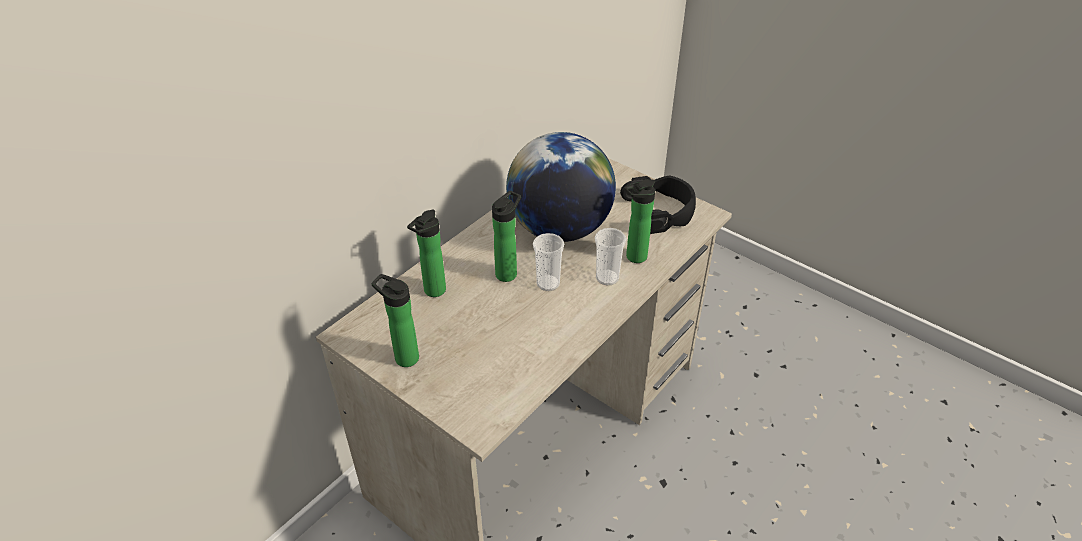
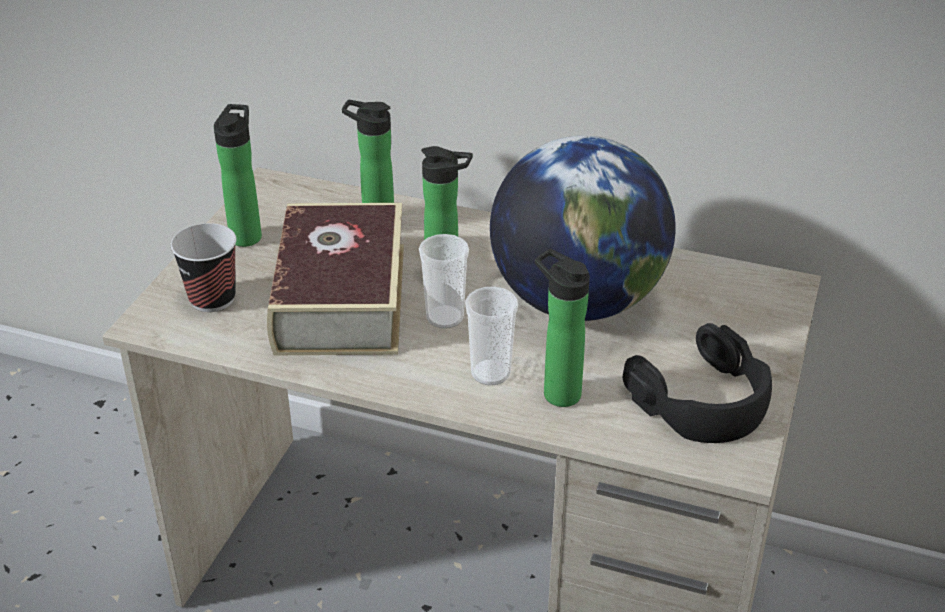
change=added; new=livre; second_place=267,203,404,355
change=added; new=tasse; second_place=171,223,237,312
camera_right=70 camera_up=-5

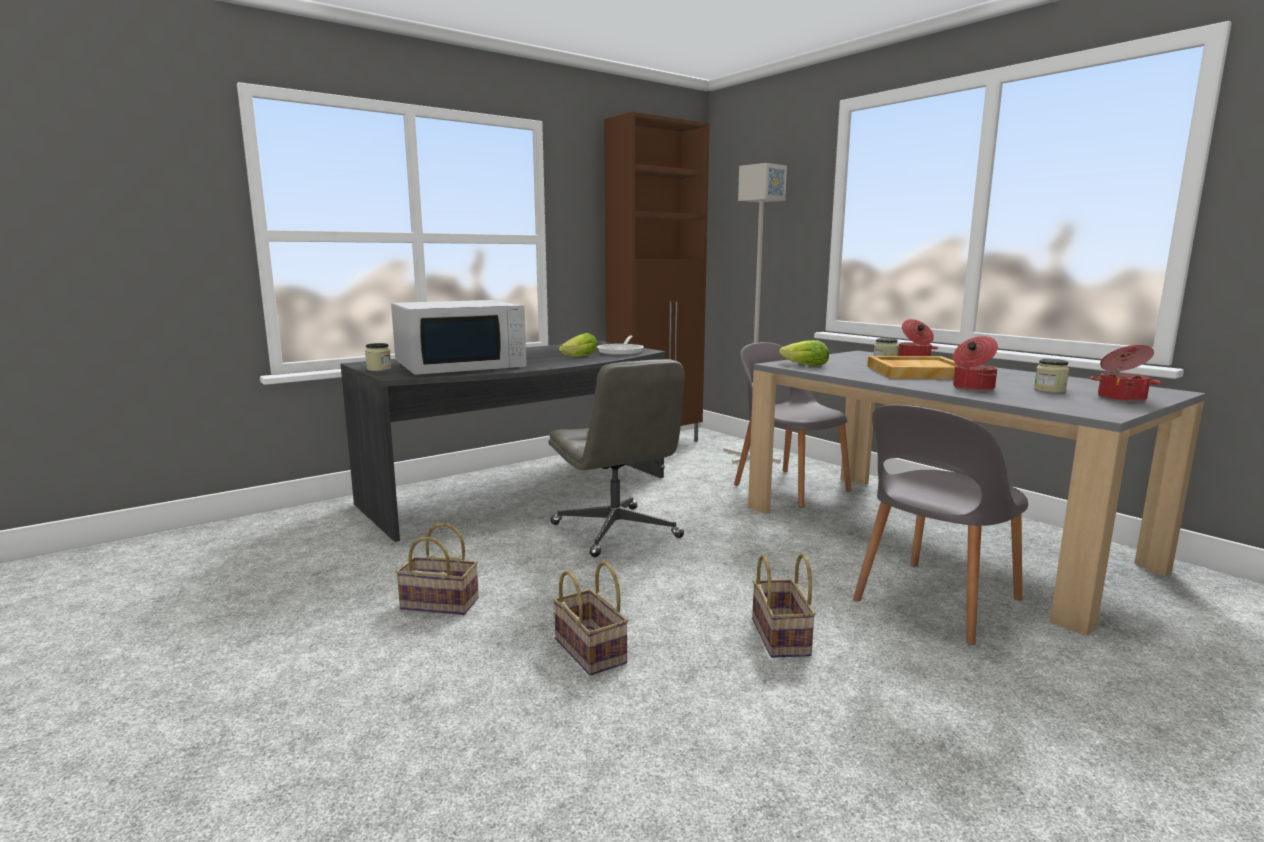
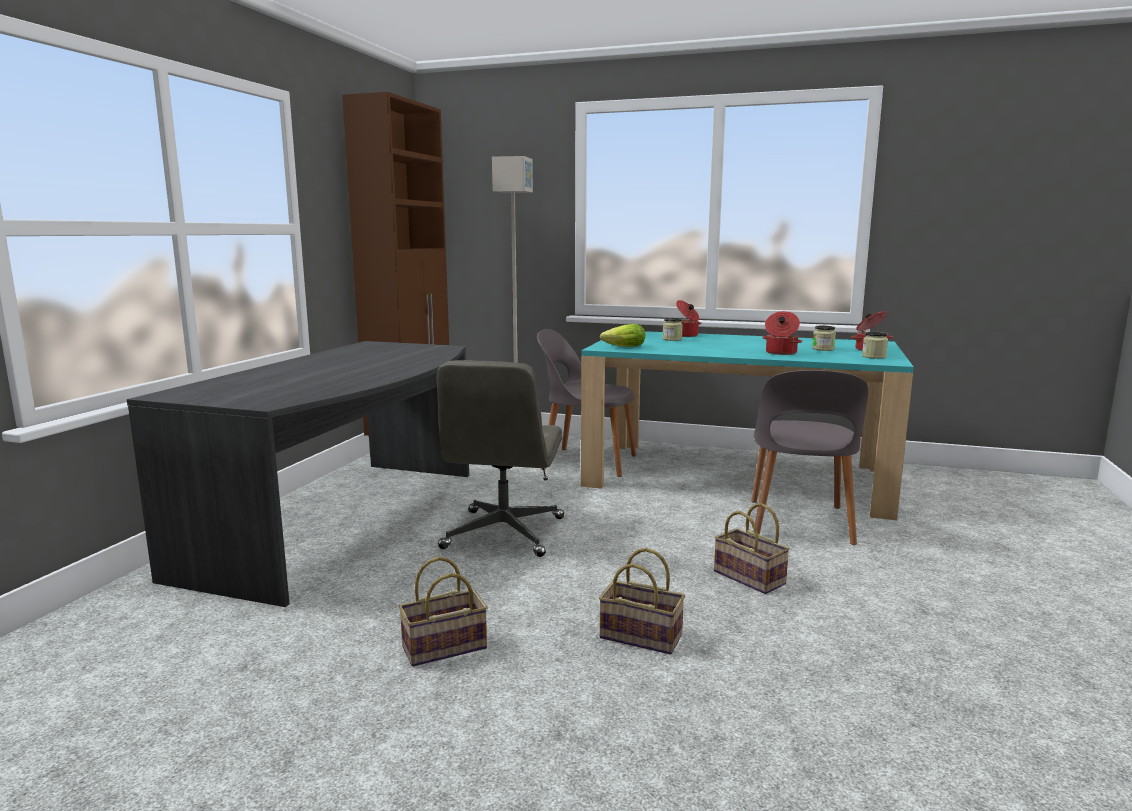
change=removed; old=micro-ondes [blanc]; first_place=391,300,527,375
change=removed; old=laitue; first_place=559,333,597,357
change=removed; old=poêle; first_place=597,335,644,355
change=moved; old=bocal; first_place=365,343,391,371; second_place=862,332,888,359
change=recoloured; old=table à manger [gris]; new=table à manger [turquoise]; first_place=748,351,1206,636; second_place=581,331,914,520
change=removed; old=plateau [beige]; first_place=867,356,957,379
change=turned; old=chaise de bureau [gris]; first_place=548,359,684,557; second_place=437,360,564,557; degrees=75
camera_right=-35 camera_up=0

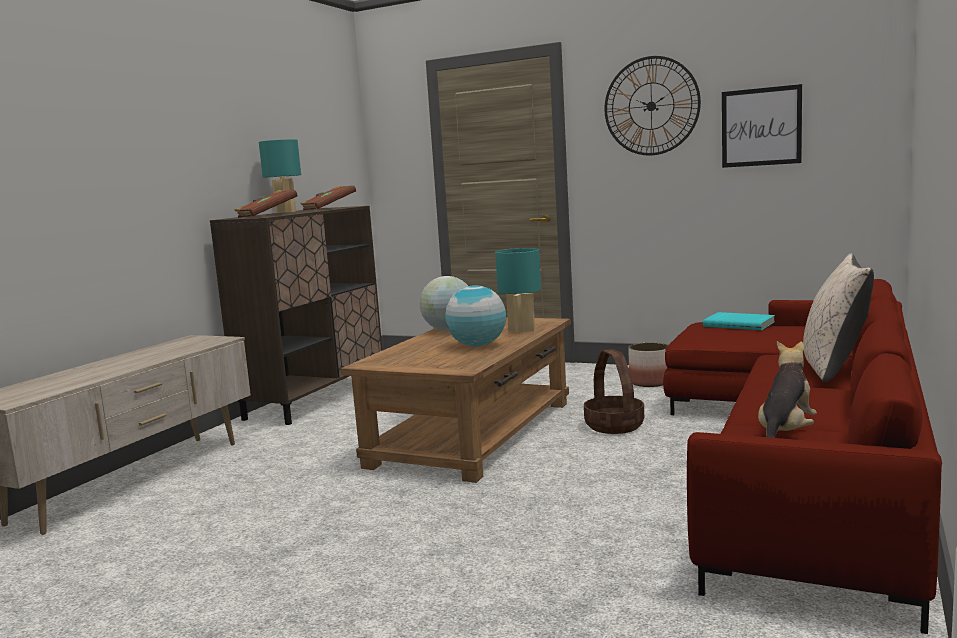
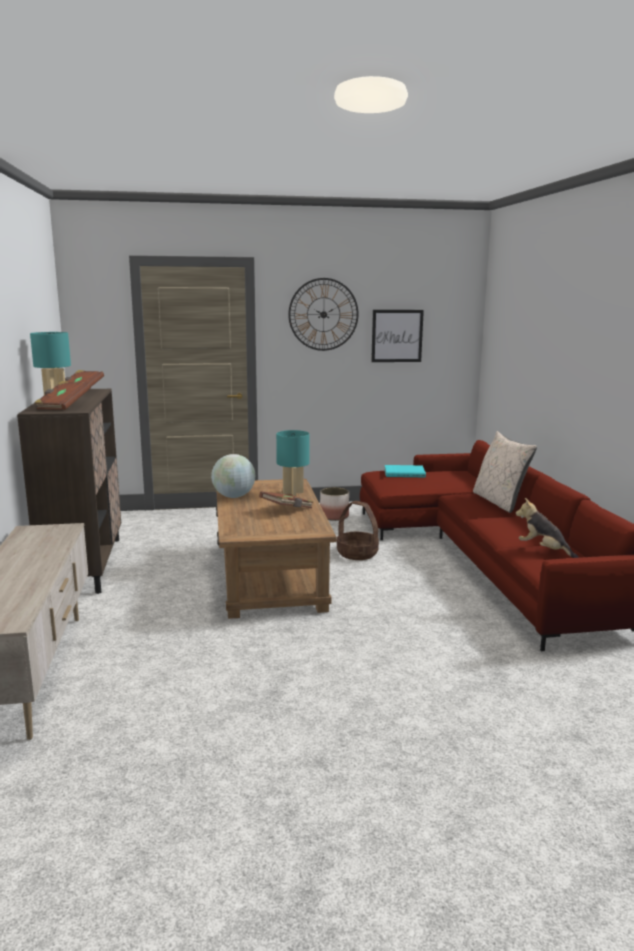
change=replaced; old=globe; new=livre [marron]; first_place=445,285,506,347; second_place=259,492,314,508
change=turned; old=peluche; first_place=758,341,817,438; second_place=516,498,579,558; degrees=-45
camera_right=-35 camera_up=5

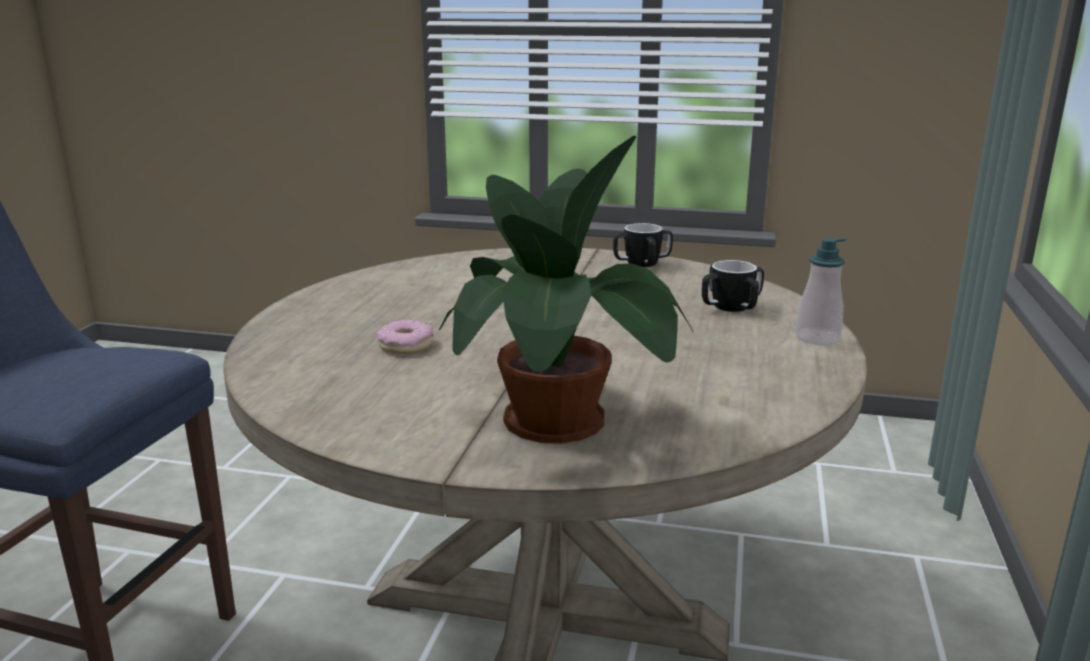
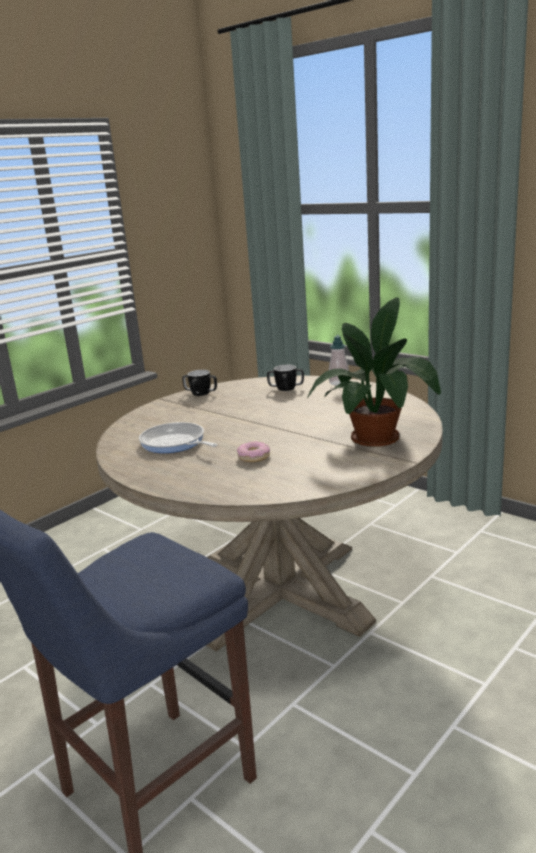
change=added; new=poêle; second_place=139,422,217,453
camera_right=-60 camera_up=0

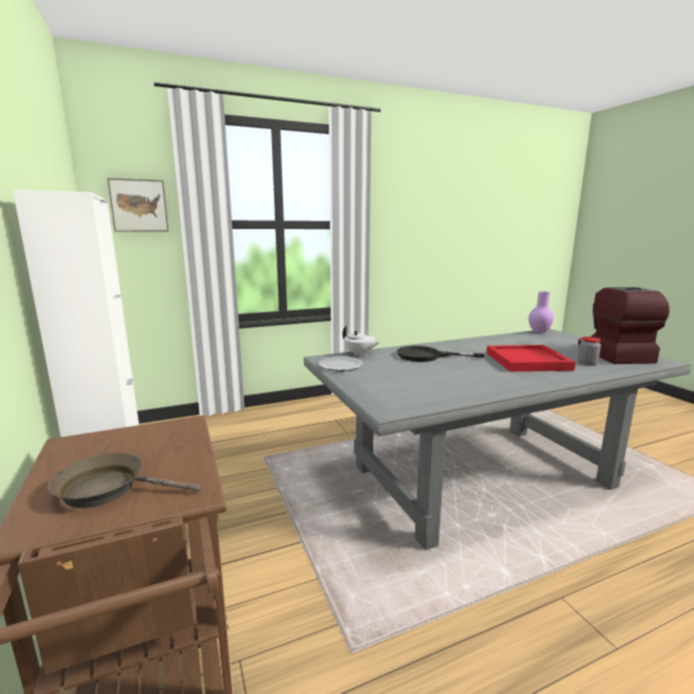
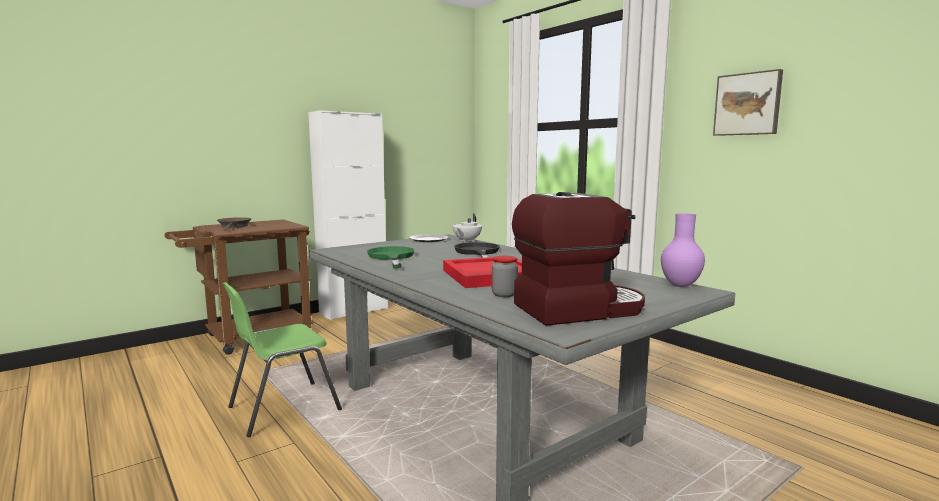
change=moved; old=tableau; first_place=107,178,169,231; second_place=713,69,783,136
change=added; new=poêle [vert]; second_place=367,246,415,268
change=added; new=chaise [vert]; second_place=222,282,342,437
camera_right=75 camera_up=-5

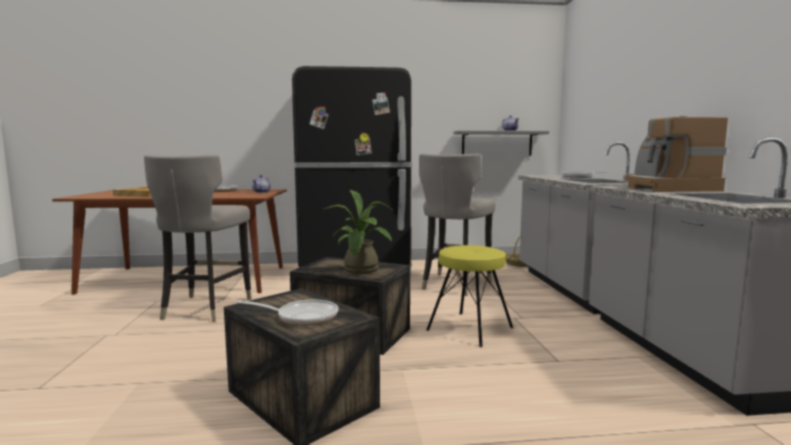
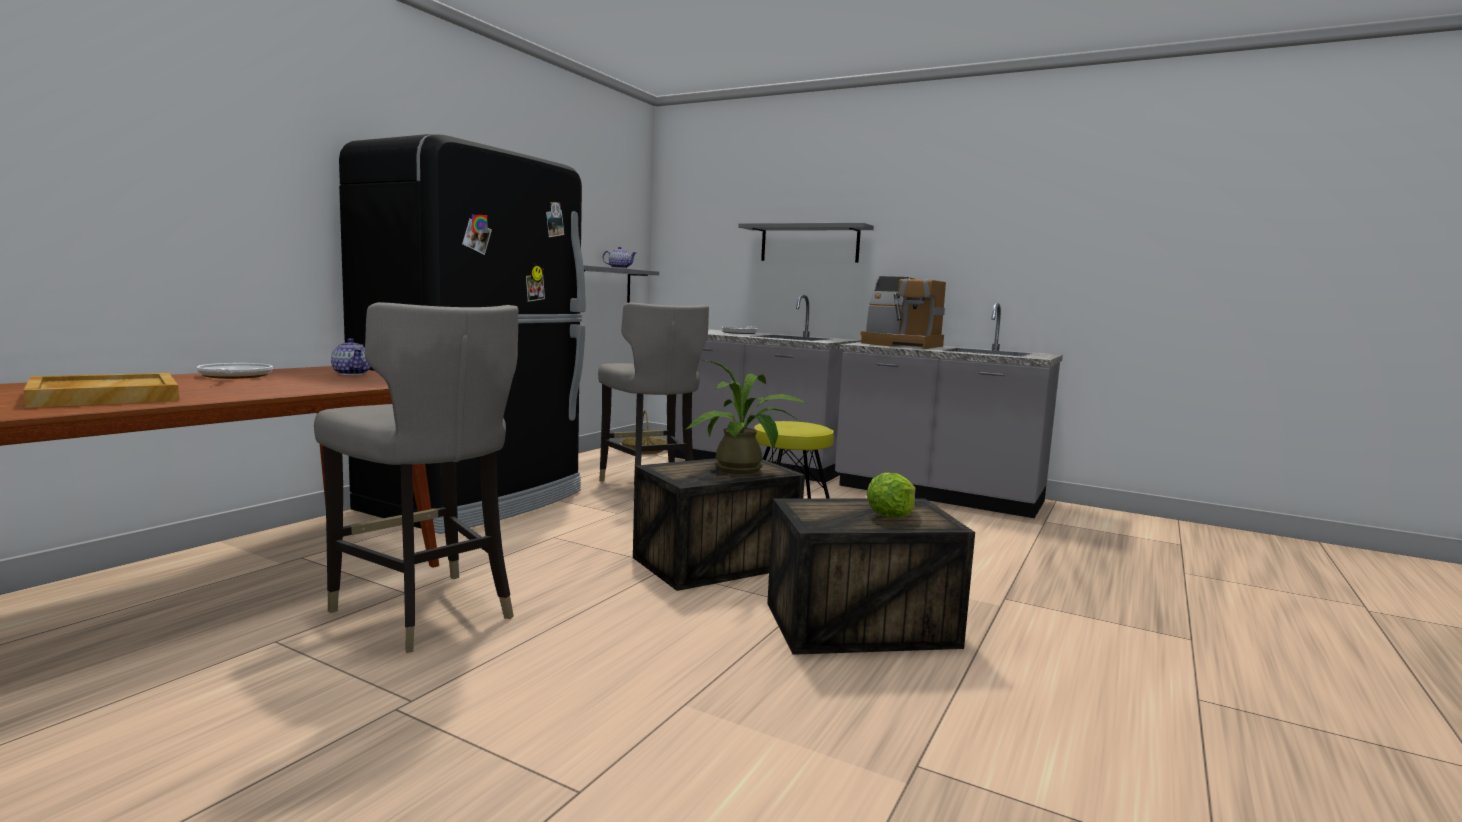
change=replaced; old=poêle; new=laitue; first_place=237,300,338,326; second_place=867,473,916,518
change=added; new=étagère [gris]; second_place=738,223,874,263
camera_right=-55 camera_up=0

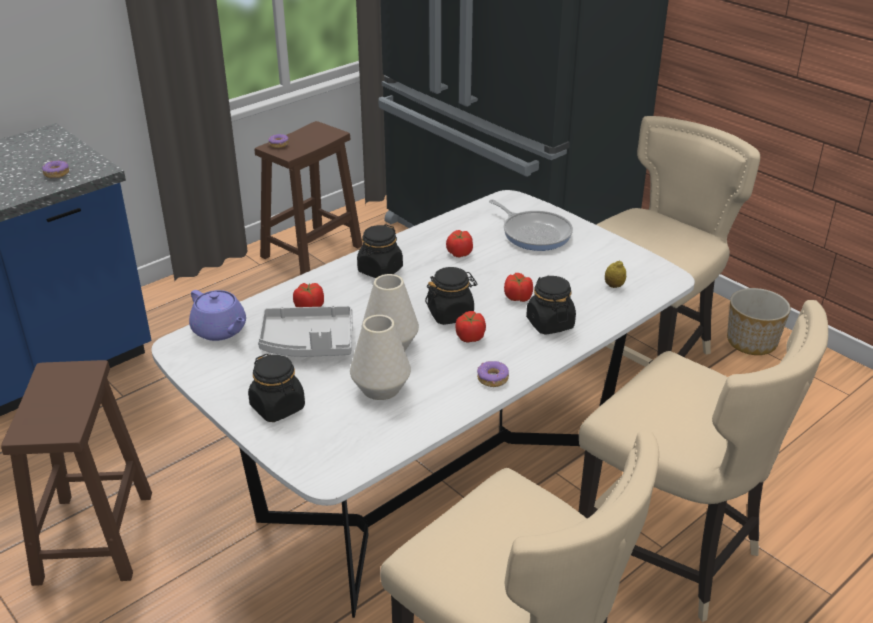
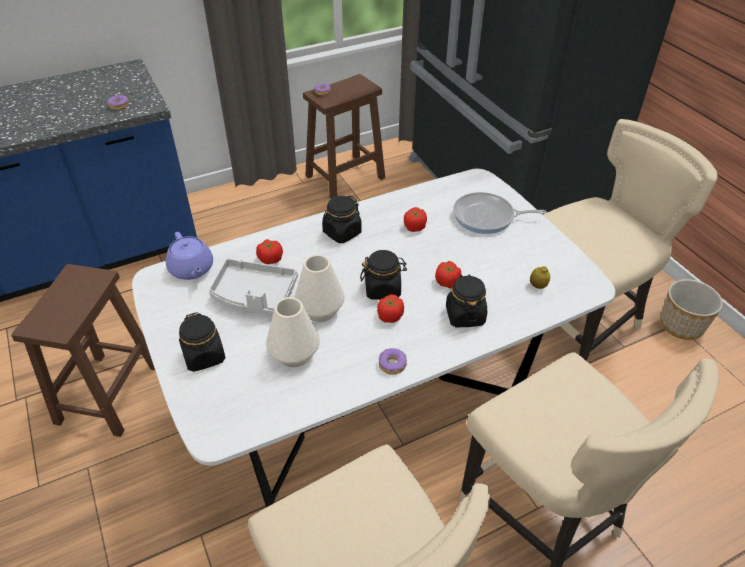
change=turned; old=poêle; first_place=489,200,573,251; second_place=453,192,547,234; degrees=120
camera_right=15 camera_up=10

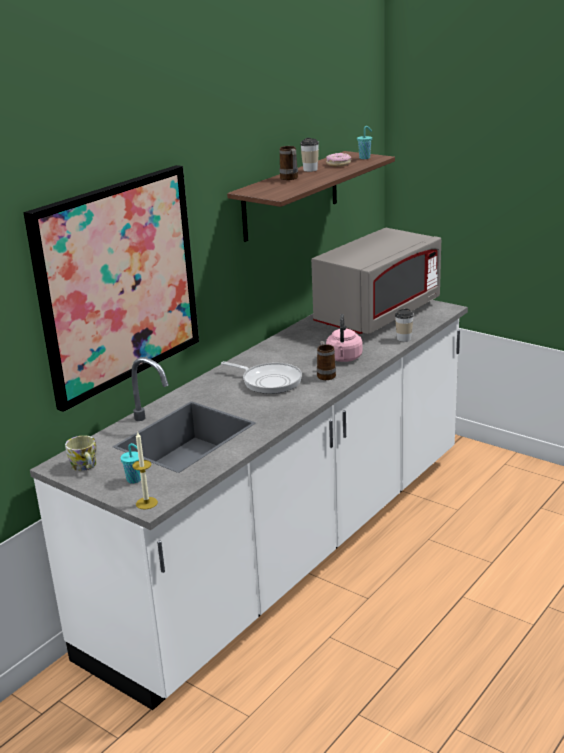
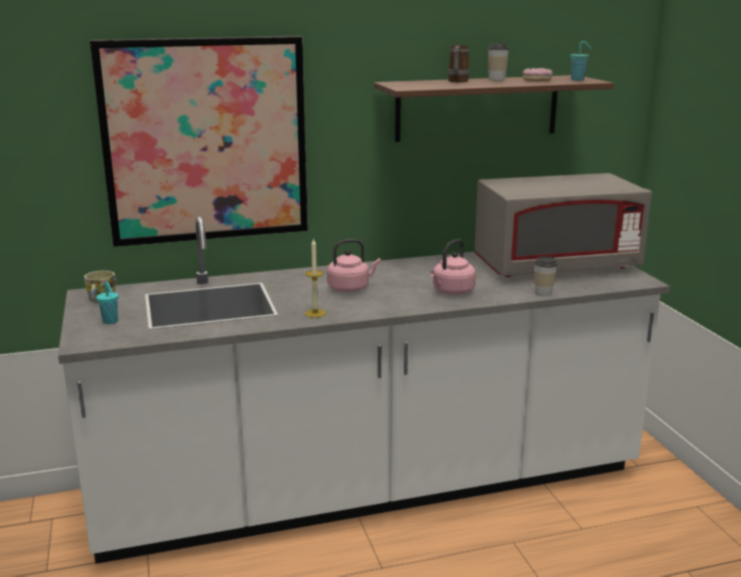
change=removed; old=mug; first_place=317,341,336,380
change=replaced; old=poêle; new=bouilloire [rose]; first_place=221,361,302,394; second_place=327,239,381,292
change=moved; old=bougie; first_place=132,431,158,509; second_place=305,238,326,318
camera_right=35 camera_up=-5

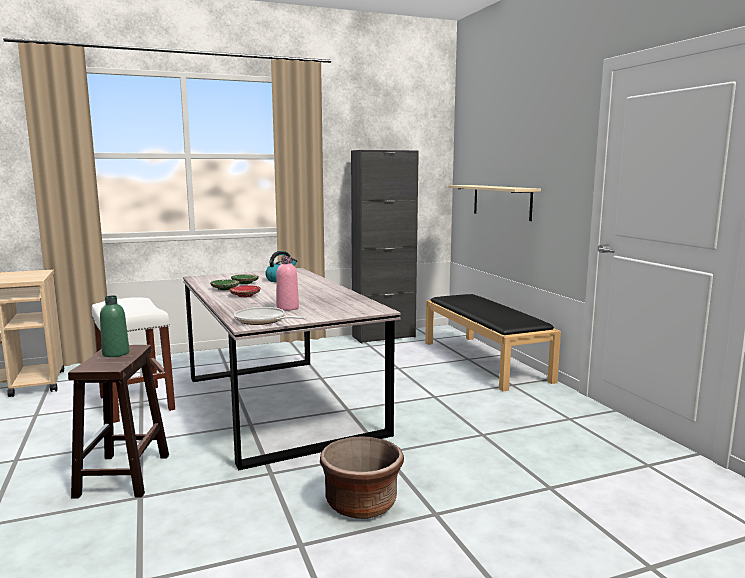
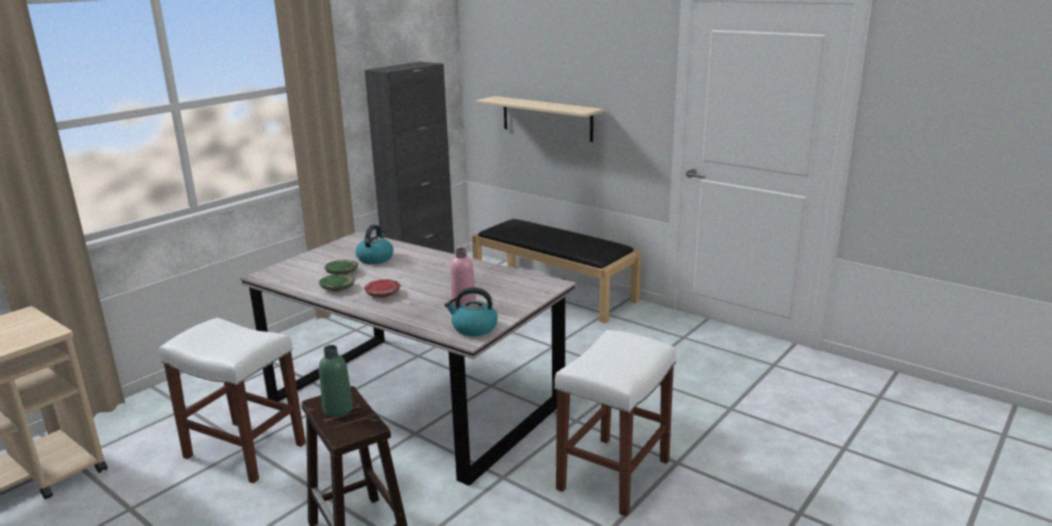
change=replaced; old=poêle; new=bouilloire; first_place=234,307,307,325; second_place=444,287,498,336
change=replaced; old=cache-pot [marron]; new=tabouret [blanc]; first_place=320,436,404,519; second_place=555,330,676,517
camera_right=-30 camera_up=10

